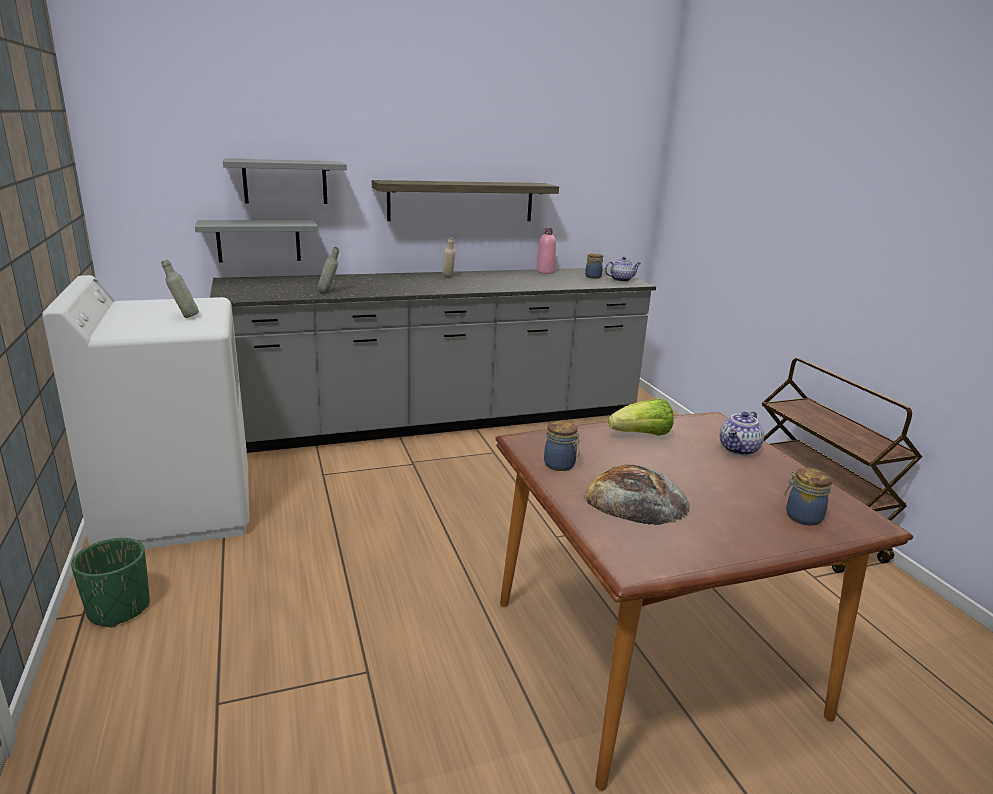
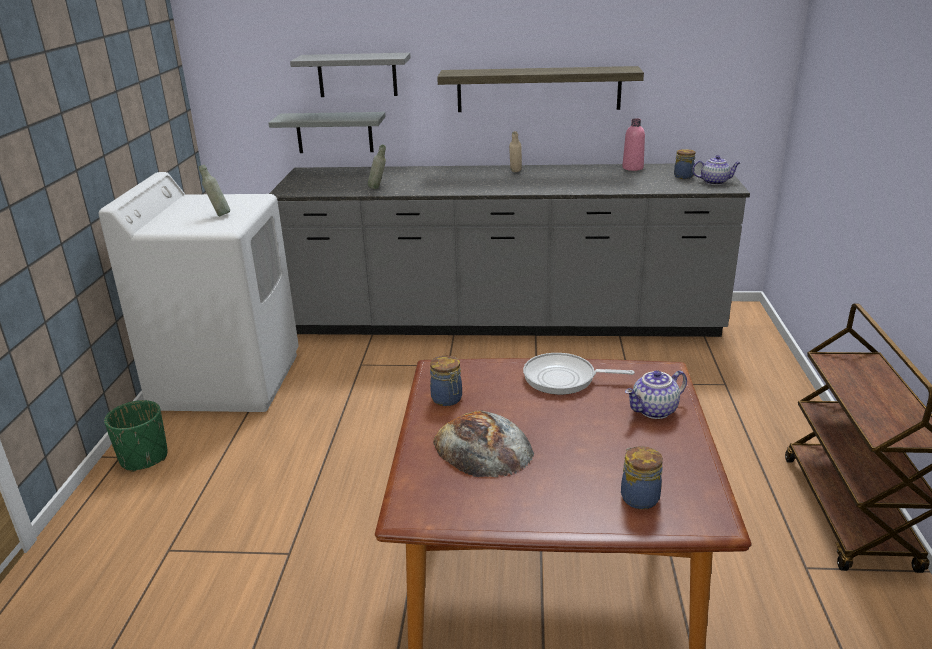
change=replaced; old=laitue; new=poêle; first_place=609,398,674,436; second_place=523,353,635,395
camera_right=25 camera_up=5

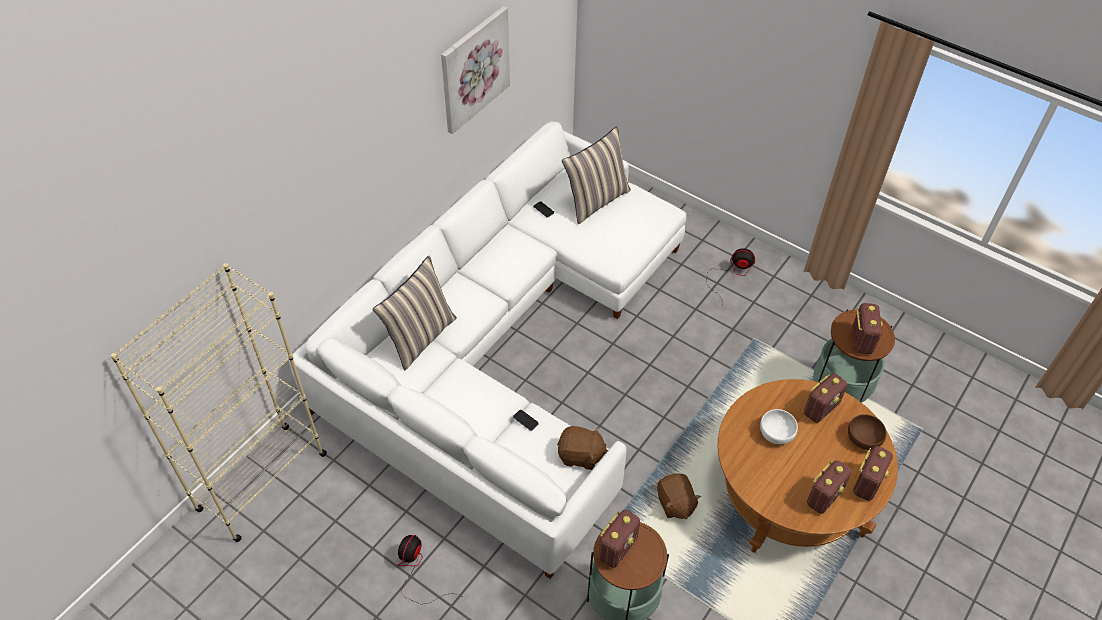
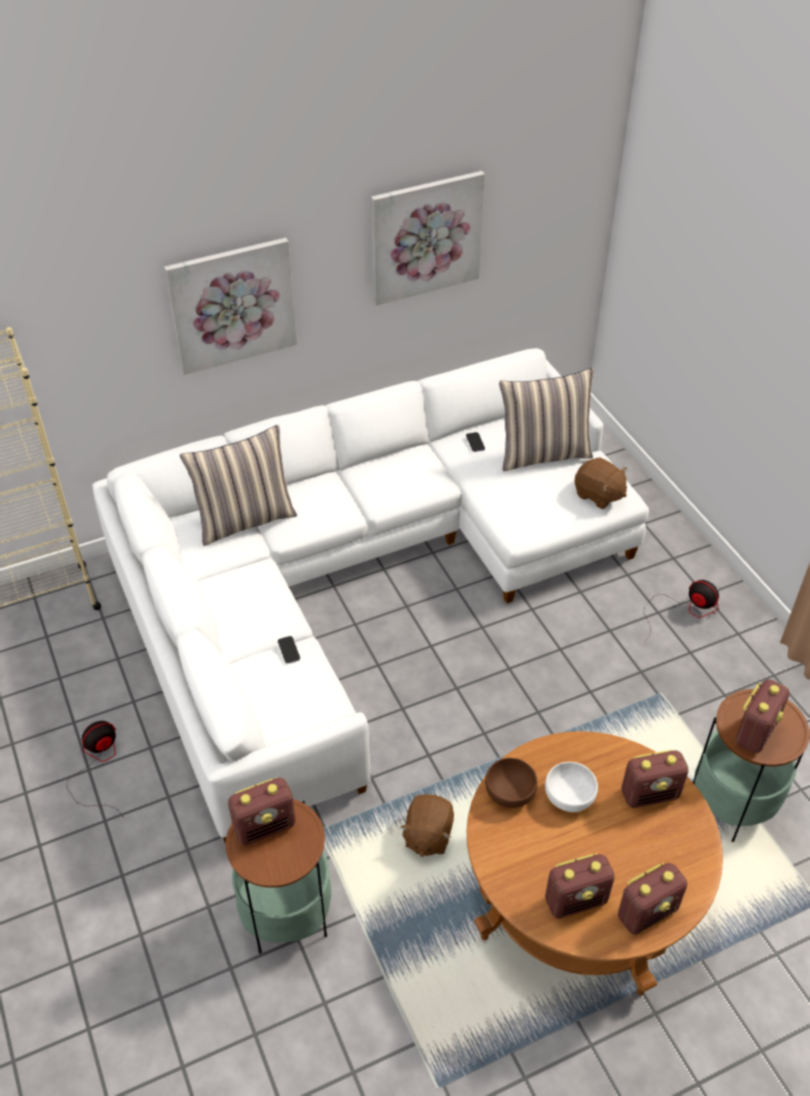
change=moved; old=bol [marron]; first_place=848,414,887,450; second_place=485,758,538,808
change=moved; old=peluche [marron]; first_place=557,426,608,470; second_place=574,457,627,509
change=added; new=tableau; second_place=164,238,297,375
camera_right=30 camera_up=-5

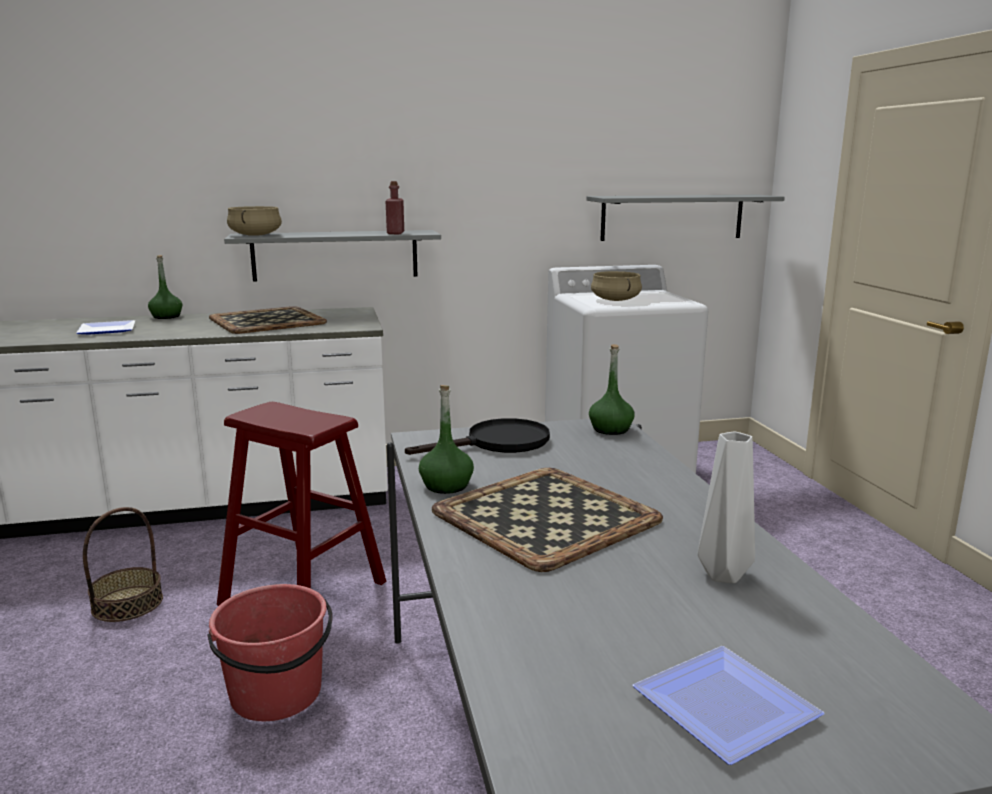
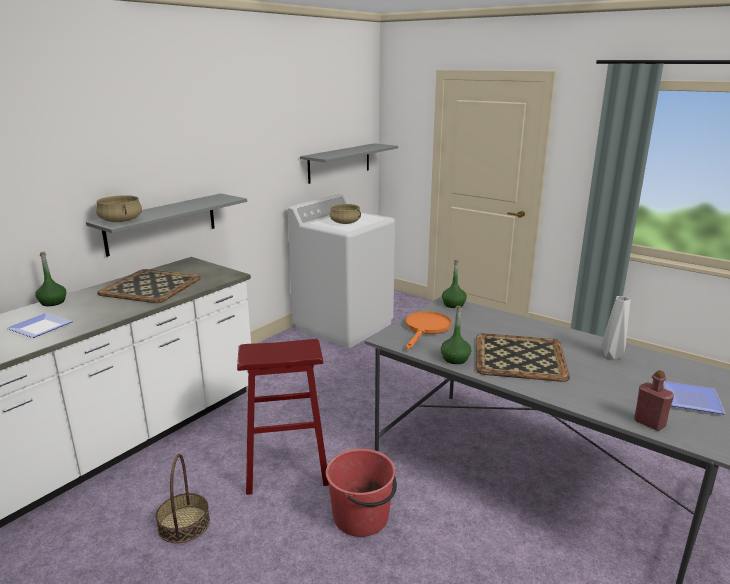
change=moved; old=bouteille [rouge]; first_place=386,181,404,234; second_place=634,370,674,431
change=recoloured; old=poêle [noir]; new=poêle [orange]; first_place=405,418,550,455; second_place=405,311,452,350
camera_right=-40 camera_up=5

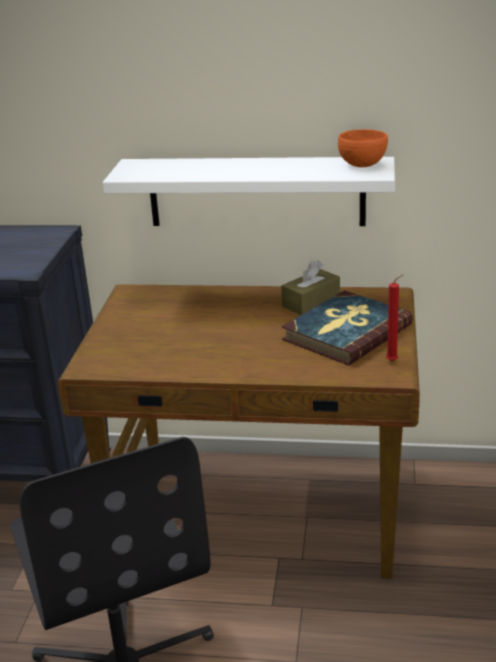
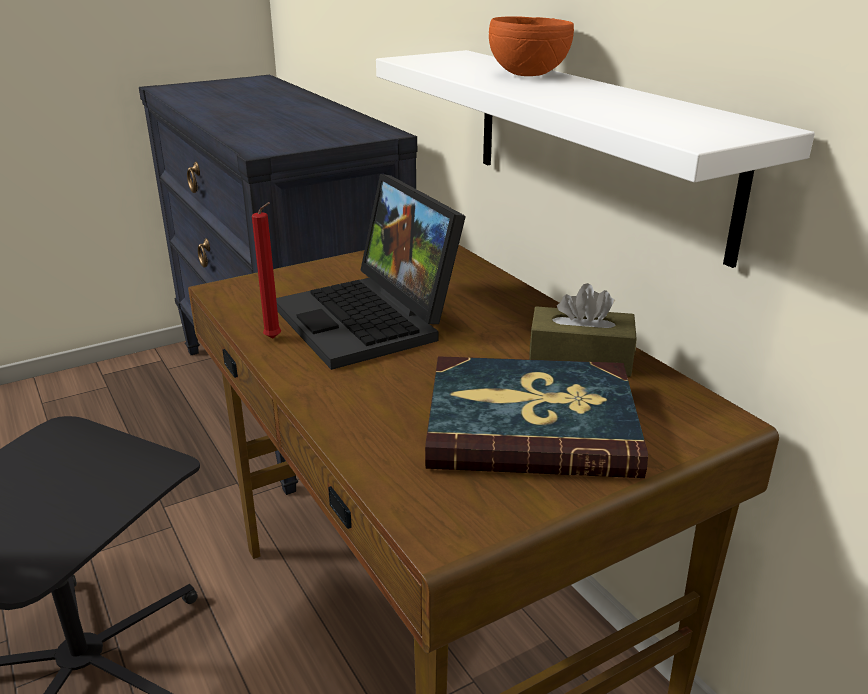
change=moved; old=bol [orange]; first_place=338,129,388,167; second_place=489,16,574,76
change=moved; old=bougie [rouge]; first_place=386,274,404,361; second_place=252,202,281,339
change=added; new=ordinateur portable; second_place=276,174,466,370
camera_right=50 camera_up=0

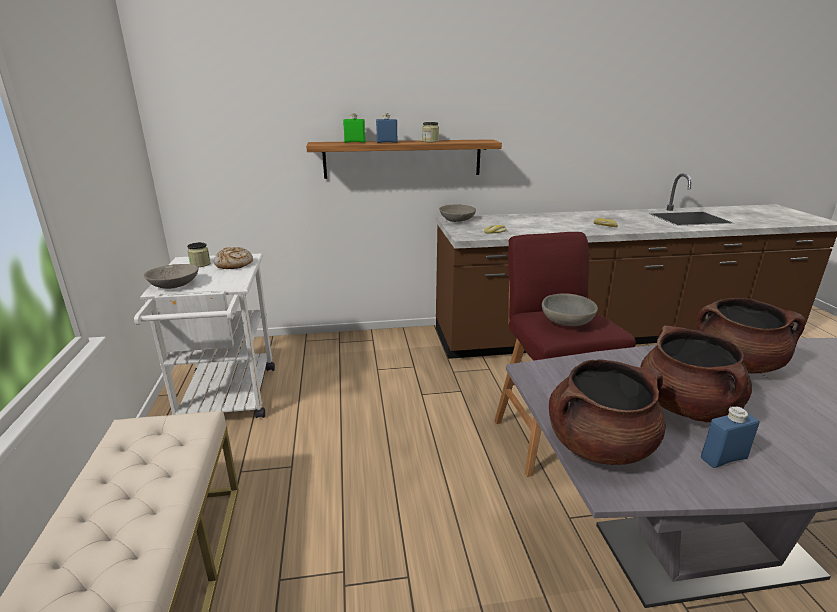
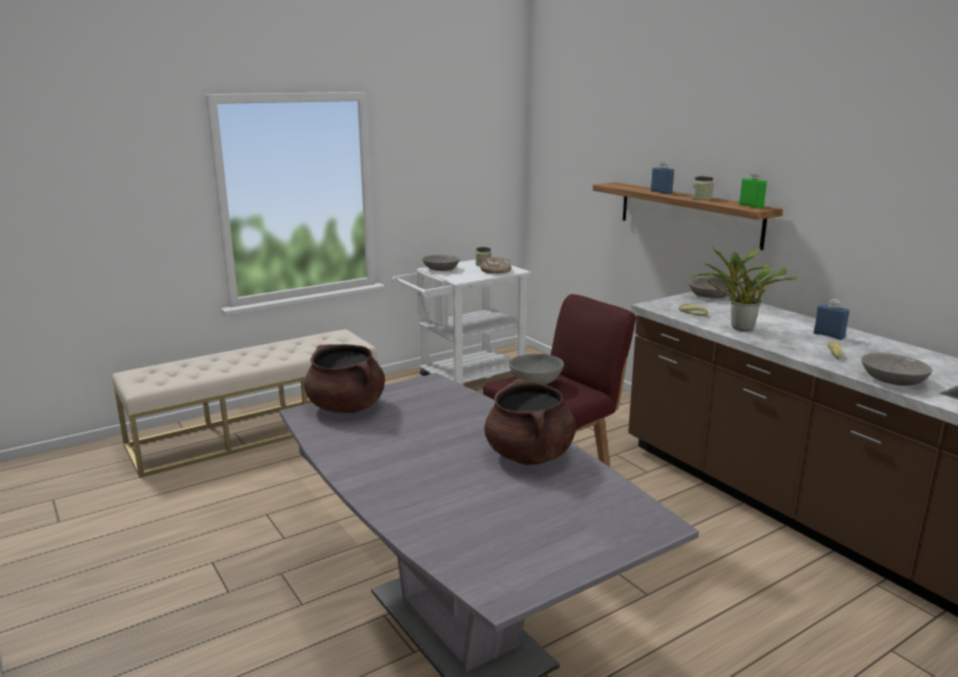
change=moved; old=bouteille [vert]; first_place=343,113,365,143; second_place=739,172,767,209
change=removed; old=marmite [marron]; first_place=641,326,752,422
change=moved; old=bouteille [bleu]; first_place=701,406,760,468; second_place=814,299,849,340
change=added; new=plante en pot; second_place=692,247,798,331
change=added; new=bol [gris]; second_place=861,353,932,386
camera_right=65 camera_up=-5

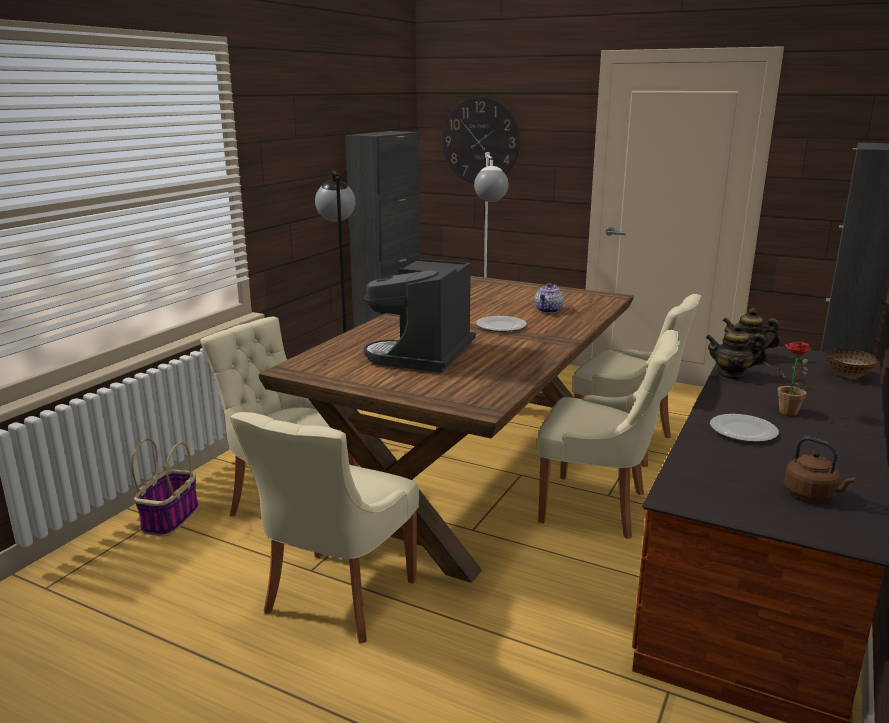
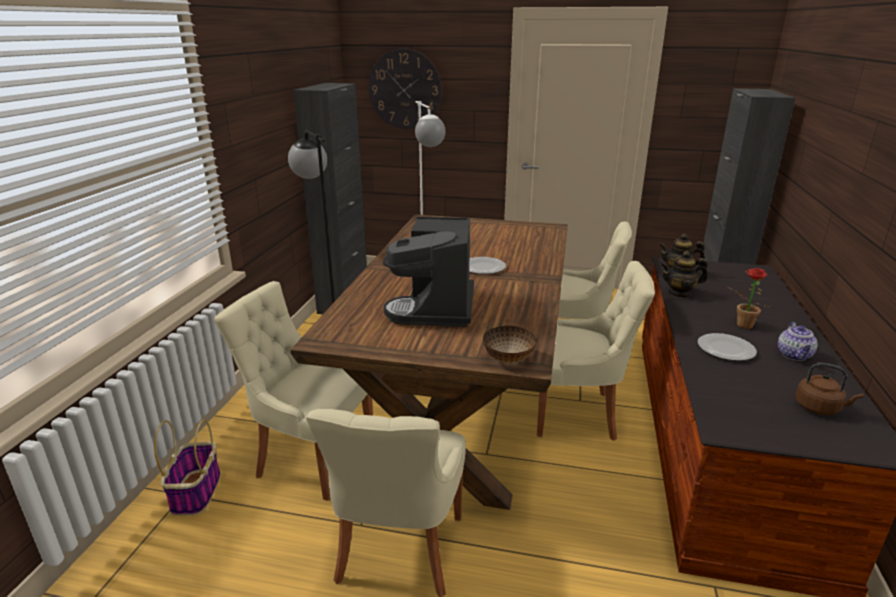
change=moved; old=théière; first_place=535,283,564,313; second_place=778,322,818,361
change=moved; old=bol; first_place=826,348,879,378; second_place=483,326,538,364
camera_right=-15 camera_up=5

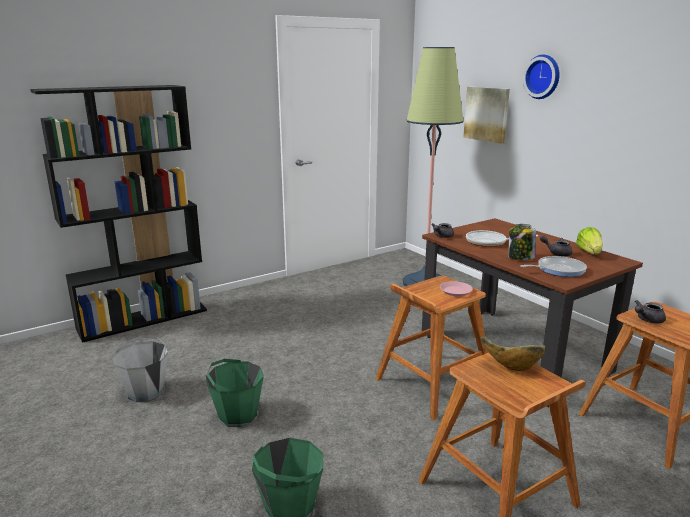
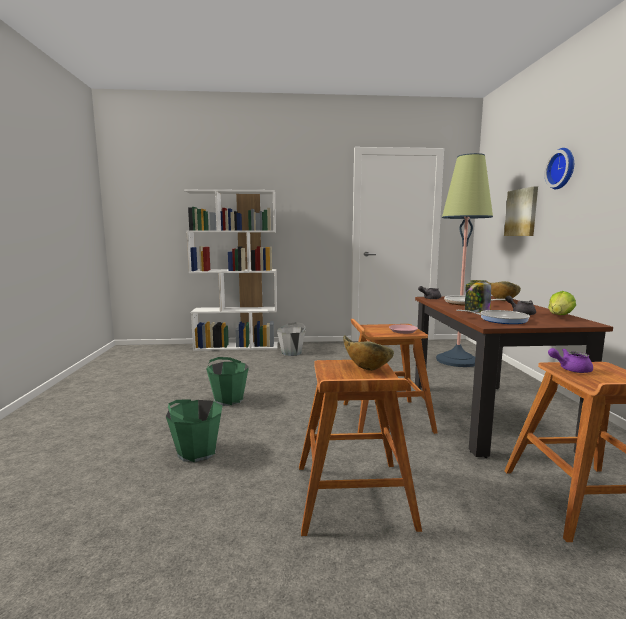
change=recoloured; old=bibliothèque [noir]; new=bibliothèque [blanc]; first_place=30,85,207,343; second_place=184,189,278,351
change=recoloured; old=théière [gris]; new=théière [violet]; first_place=635,300,666,323; second_place=548,348,593,373
change=moved; old=seau [gris]; first_place=112,335,168,402; second_place=277,322,306,356
change=added; new=bol; second_place=486,280,521,301
camera_right=30 camera_up=-10

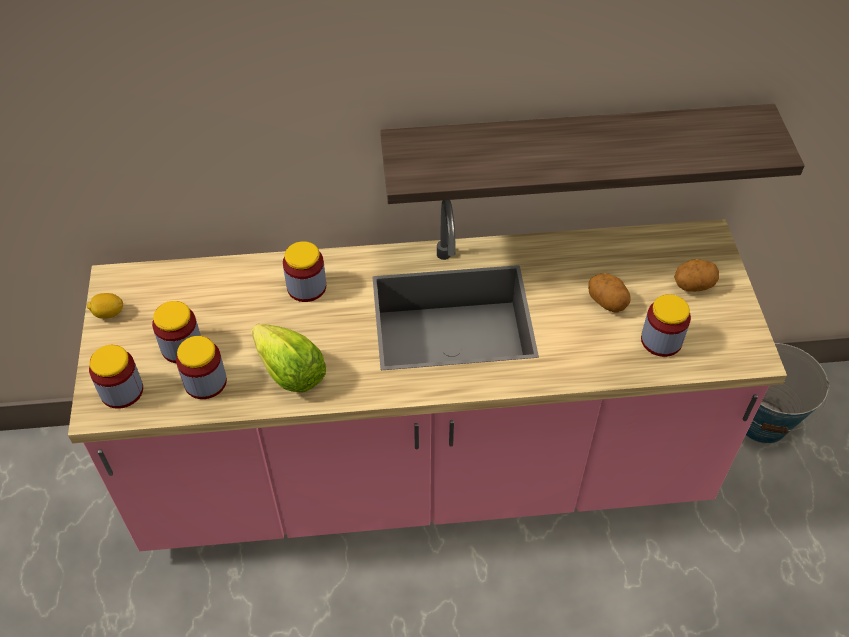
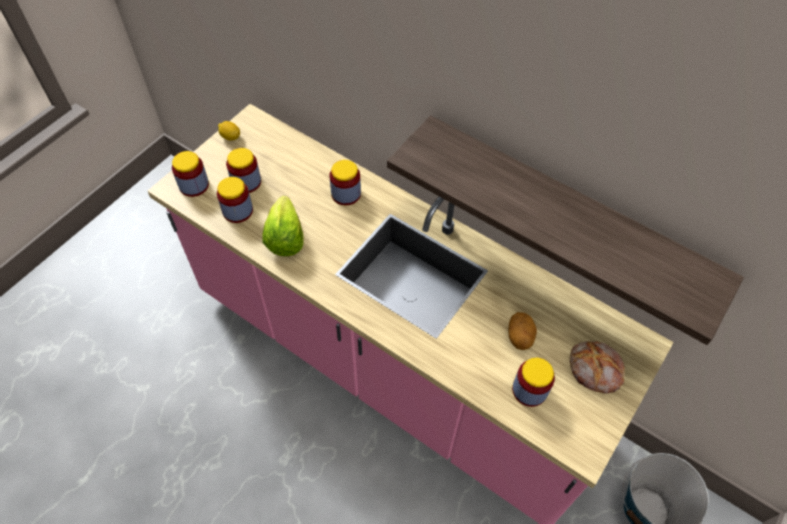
change=replaced; old=pomme de terre; new=pain; first_place=674,259,719,292; second_place=570,341,625,394
camera_right=40 camera_up=5

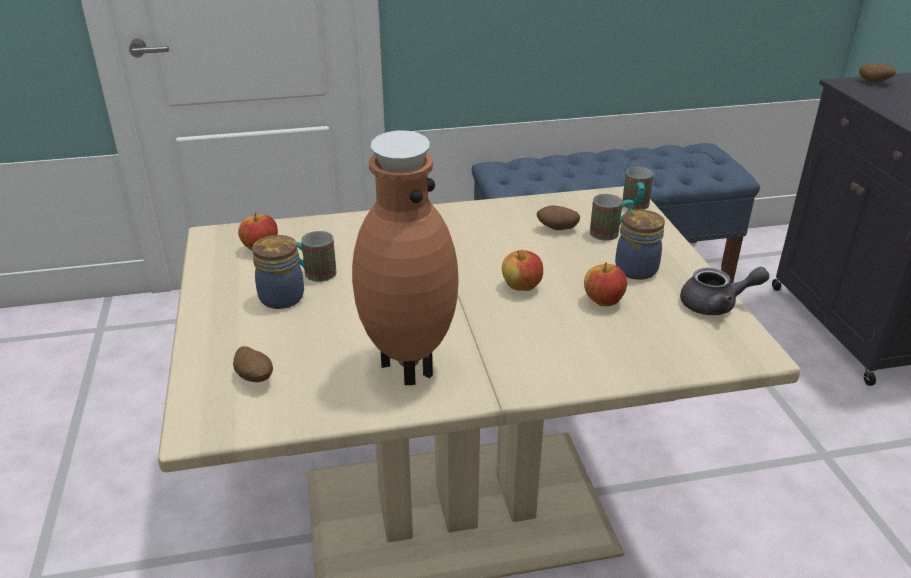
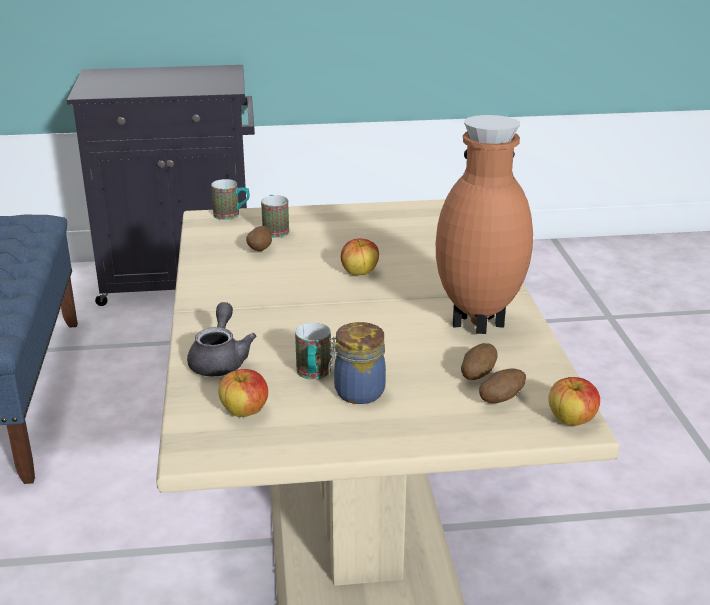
change=moved; old=pomme de terre; first_place=859,63,897,82; second_place=461,343,497,380
change=removed; old=bocal; first_place=615,210,665,280
change=moved; old=pomme; first_place=584,262,627,306; second_place=548,377,600,426
change=moved; old=théière [gris]; first_place=680,267,770,315; second_place=187,302,257,377
camera_right=-85 camera_up=-5

